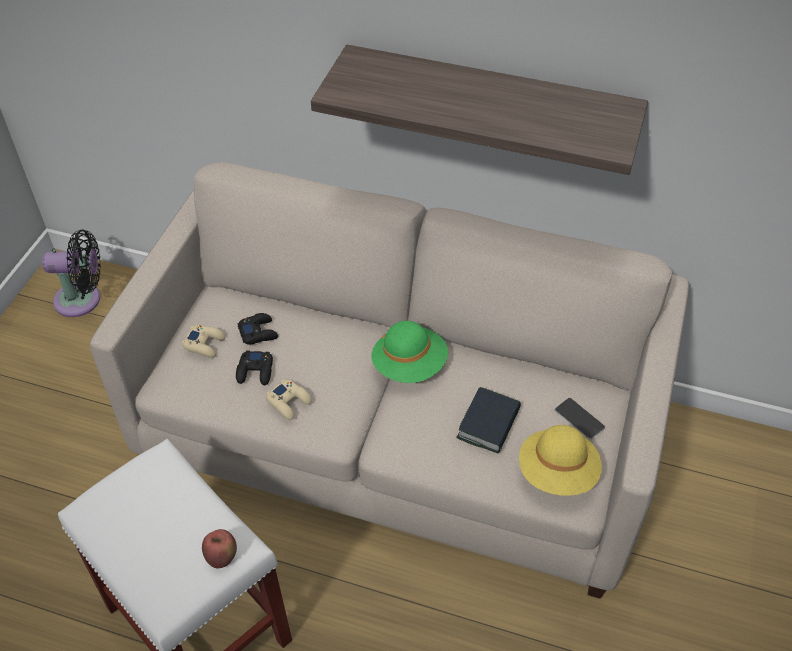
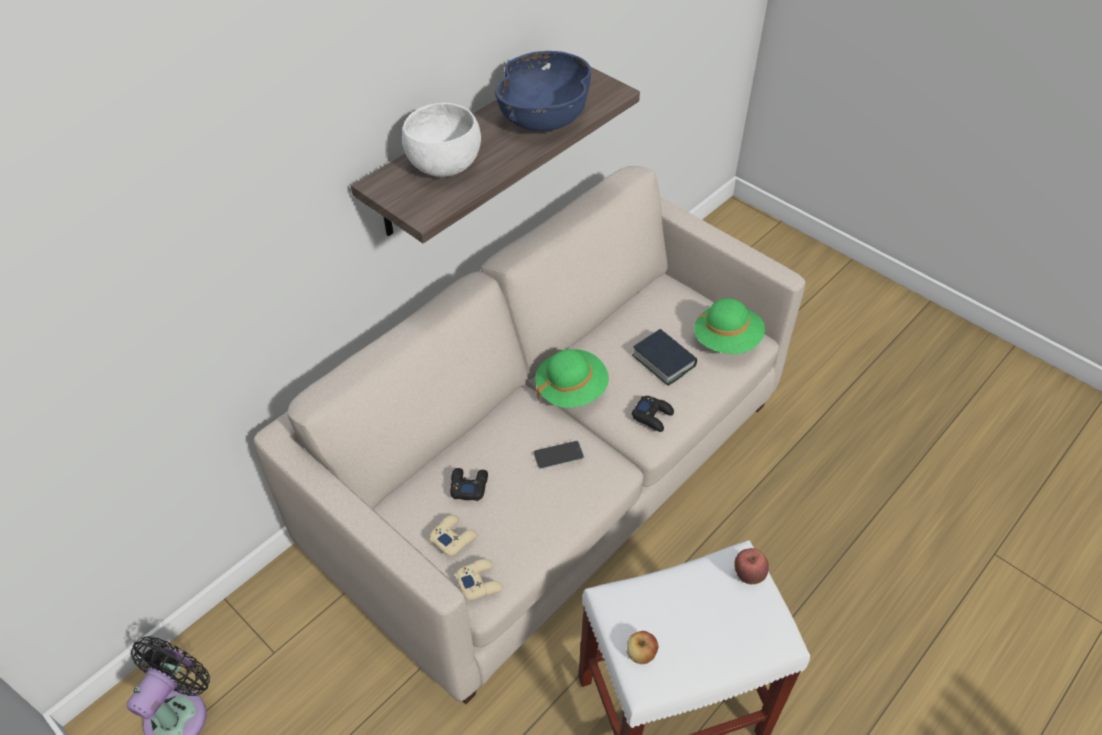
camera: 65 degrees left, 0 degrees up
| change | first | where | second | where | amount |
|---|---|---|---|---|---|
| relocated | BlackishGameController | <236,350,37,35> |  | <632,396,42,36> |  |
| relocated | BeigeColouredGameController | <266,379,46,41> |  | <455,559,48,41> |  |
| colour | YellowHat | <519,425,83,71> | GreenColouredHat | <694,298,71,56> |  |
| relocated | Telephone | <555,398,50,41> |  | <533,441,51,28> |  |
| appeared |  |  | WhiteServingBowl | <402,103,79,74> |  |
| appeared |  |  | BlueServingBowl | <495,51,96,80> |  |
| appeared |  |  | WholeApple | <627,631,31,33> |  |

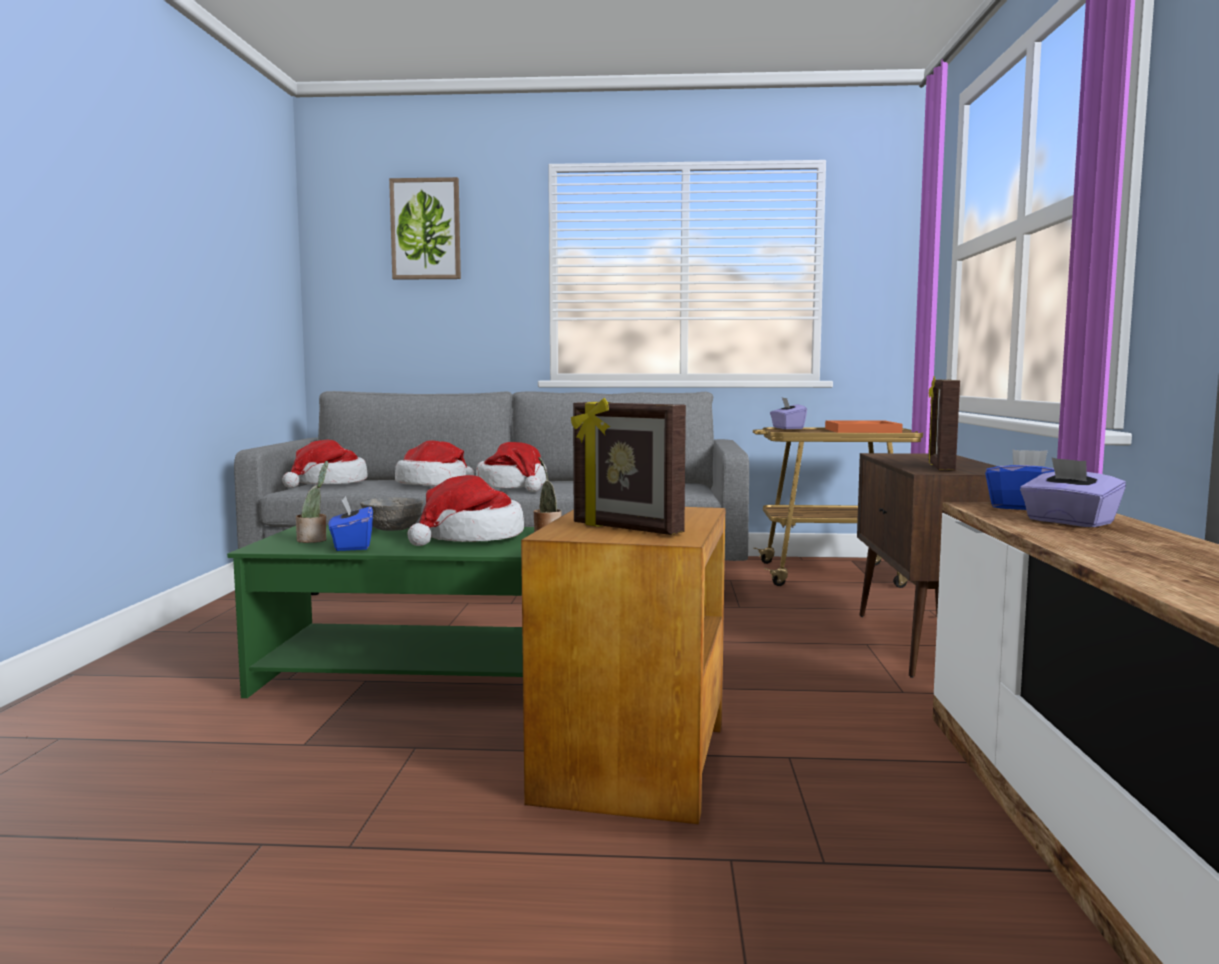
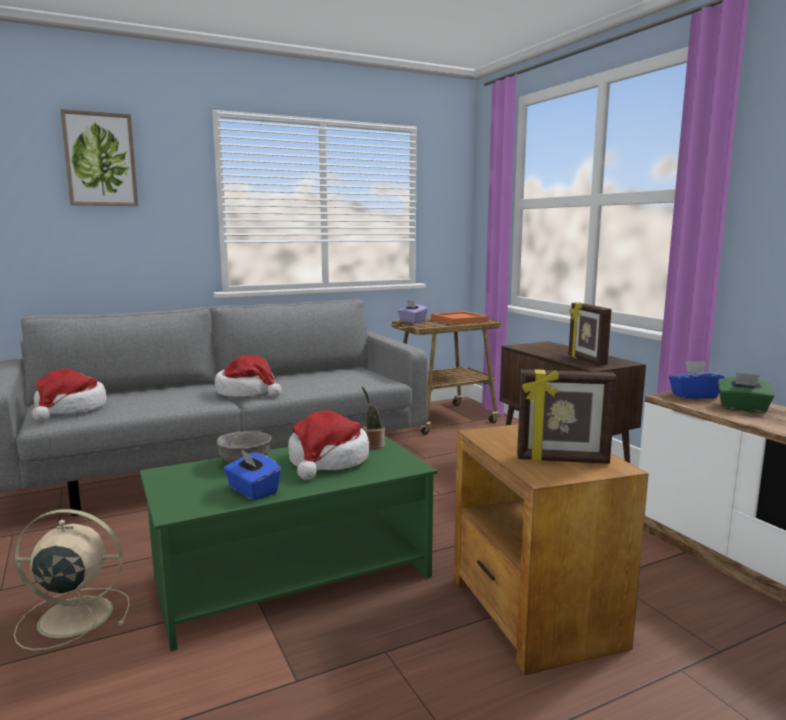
camera: 30 degrees left, 5 degrees up
| change | first | where | second | where | amount |
|---|---|---|---|---|---|
| missing | PottedPlant | <296,461,32,82> |  |  |  |
| missing | Hat | <395,440,79,46> |  |  |  |
| colour | PurpleBoxOfTissues | <1020,457,106,70> | GreenColouredBoxOfTissues | <718,372,56,41> |  |
| appeared |  |  | BeigeColouredCoolingFan | <14,509,116,142> |  |

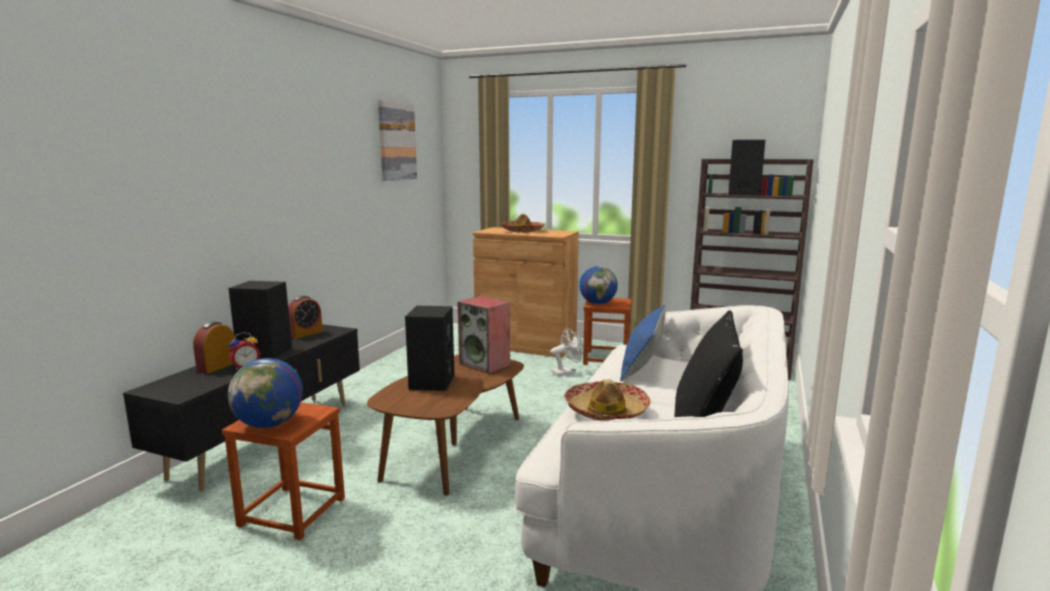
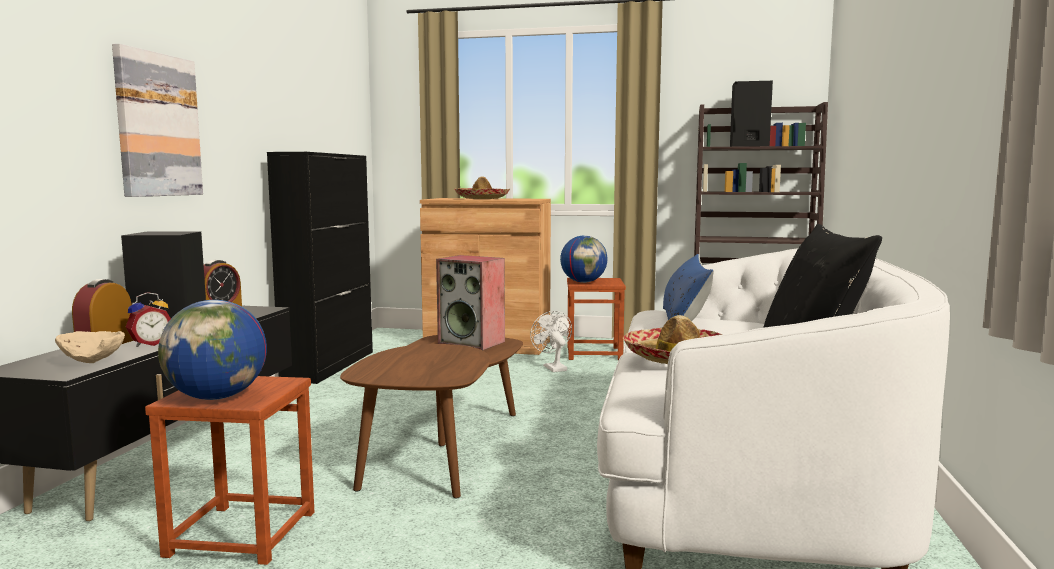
camera: 10 degrees left, 5 degrees down
| change | first | where | second | where | amount |
|---|---|---|---|---|---|
| relocated | WallPicture | <378,100,39,81> |  | <112,44,91,153> |  |
| missing | BlackishSpeaker | <405,306,50,85> |  |  |  |
| spun | WhiteCoolingFan | <550,328,33,48> |  | <530,311,42,61> | 75 degrees counterclockwise |
| appeared |  |  | BeigeColouredServingBowl | <55,331,70,32> |  |
| appeared |  |  | BlackishCabinet | <267,152,106,232> |  |

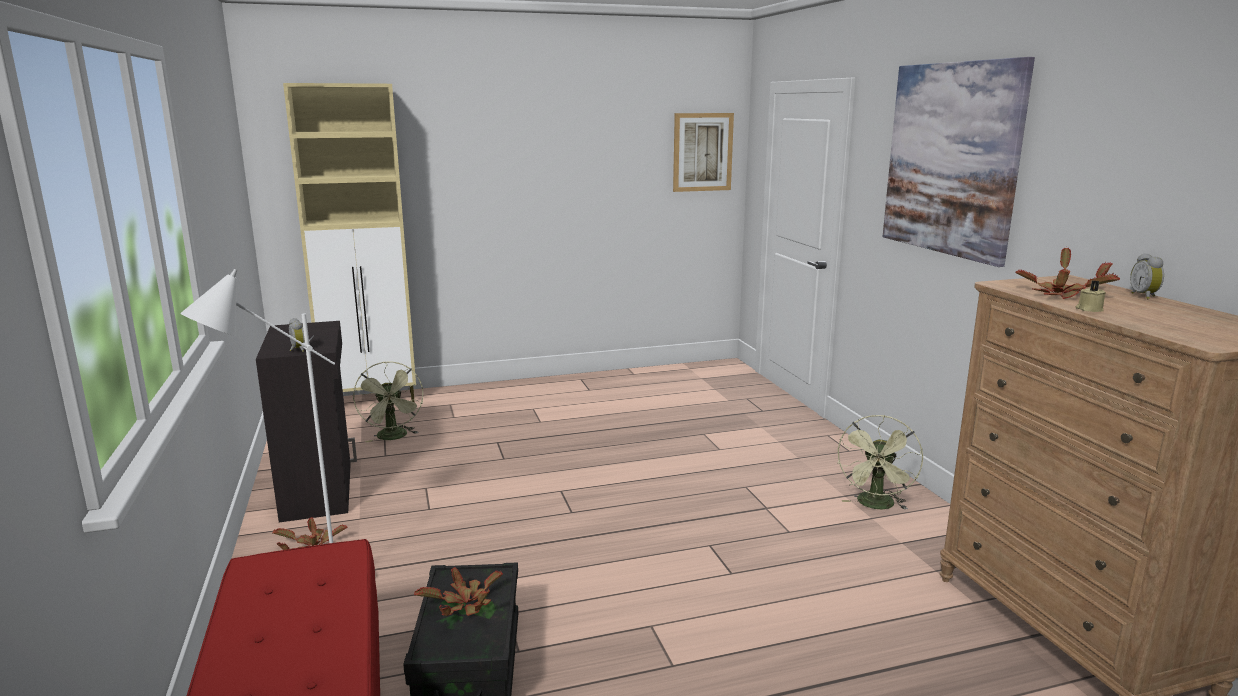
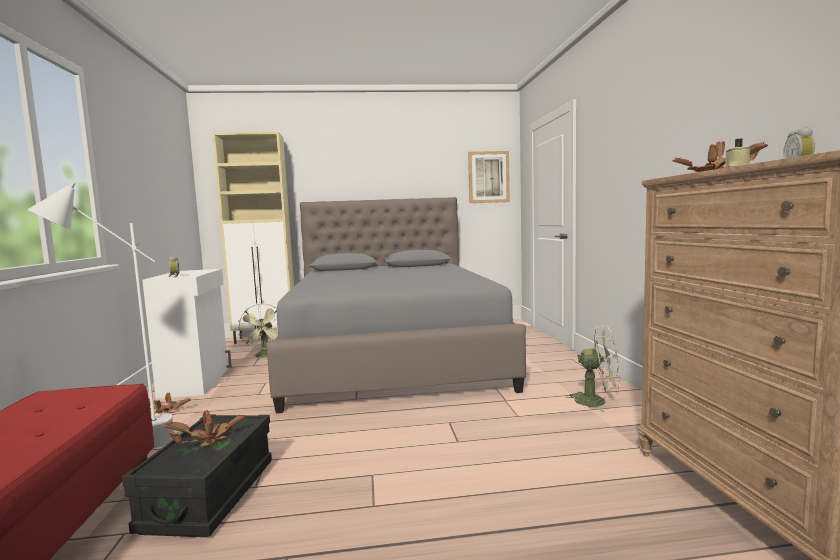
camera: 10 degrees right, 10 degrees down
| change | first | where | second | where | amount |
|---|---|---|---|---|---|
| colour | BlackishCabinet | <256,321,101,202> | WhiteCabinet | <142,269,90,130> |  |
| spun | GreenColouredCoolingFan | <838,415,85,95> |  | <566,325,54,87> | 105 degrees counterclockwise |
| missing | WallPicture | <883,57,152,210> |  |  |  |
| appeared |  |  | GreyishBed | <266,197,260,216> |  |

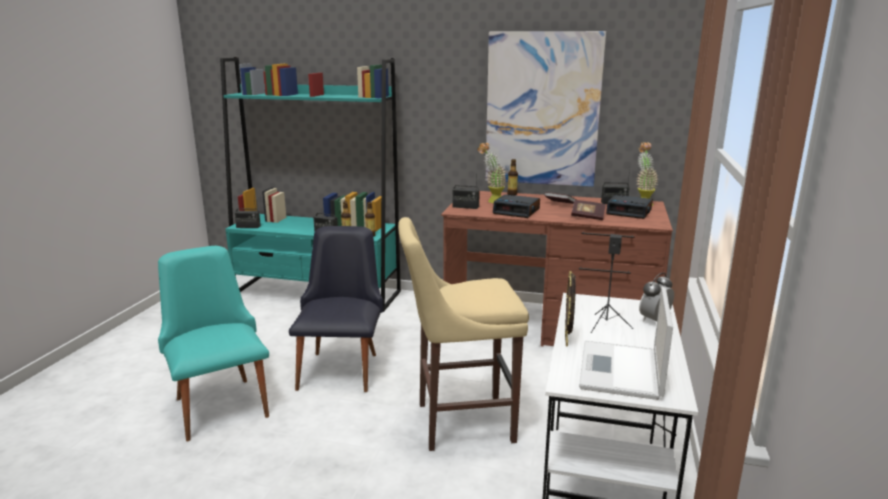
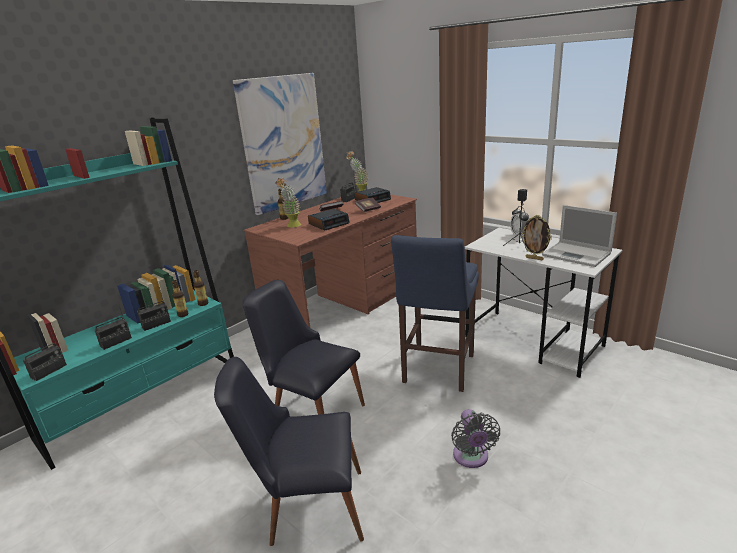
camera: 60 degrees left, 5 degrees up
| change | first | where | second | where | amount |
|---|---|---|---|---|---|
| colour | BlueGreenUprightChair | <158,246,111,195> | BlackishUprightChair | <214,357,150,189> |  |
| colour | BeigeColouredStoolSeat | <398,217,131,234> | BlueStoolSeat | <391,235,88,157> |  |
| relocated | RadioSet | <452,175,28,34> |  | <94,302,38,48> |  |
| appeared |  |  | GreyishCoolingFan | <451,409,49,59> |  |

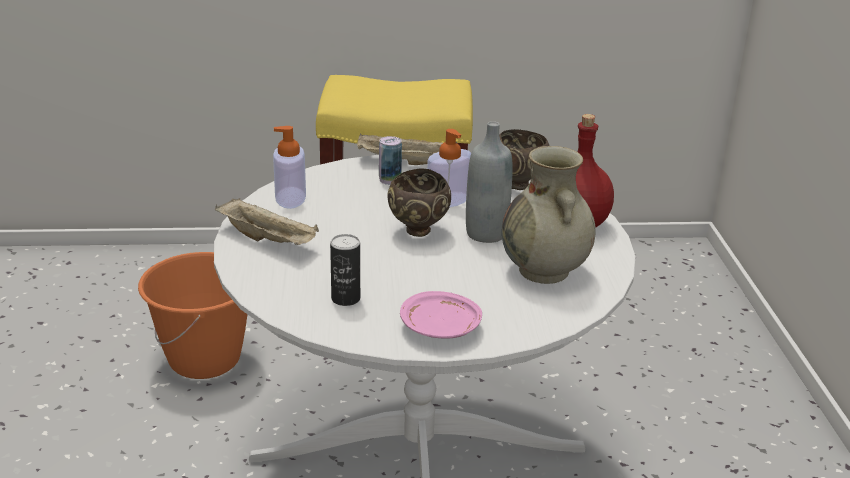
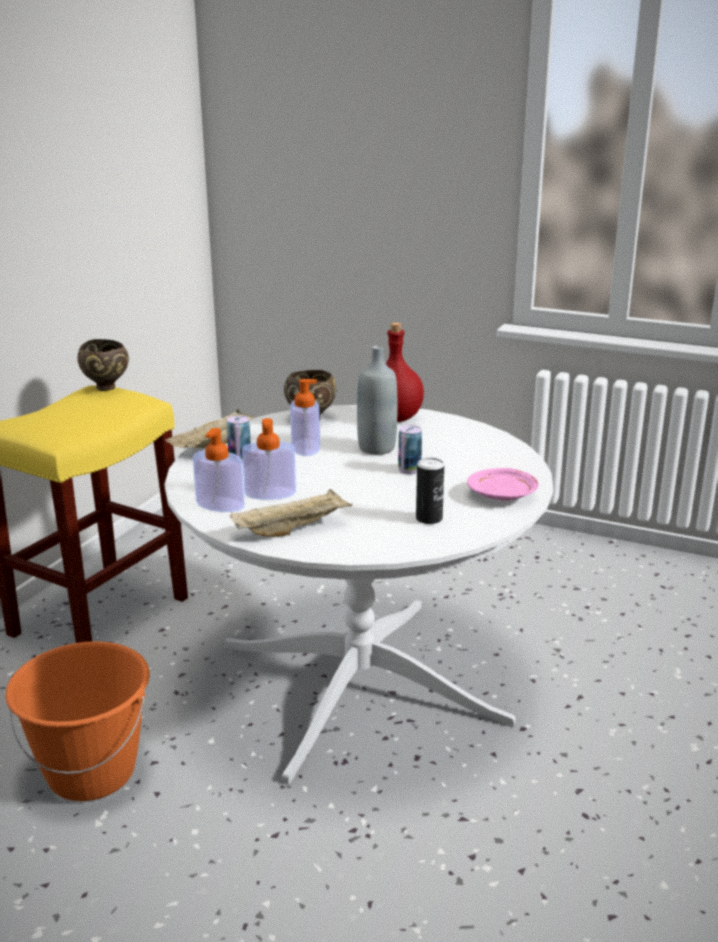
camera: 60 degrees left, 5 degrees down
| change | first | where | second | where | amount |
|---|---|---|---|---|---|
| relocated | BrownServingBowl | <387,169,64,68> |  | <77,339,52,52> |  |
| missing | BeigeColouredVase | <502,146,94,138> |  |  |  |
| appeared |  |  | LiquidSoapBottle | <242,418,54,82> |  |
| appeared |  |  | Can | <398,425,24,50> |  |

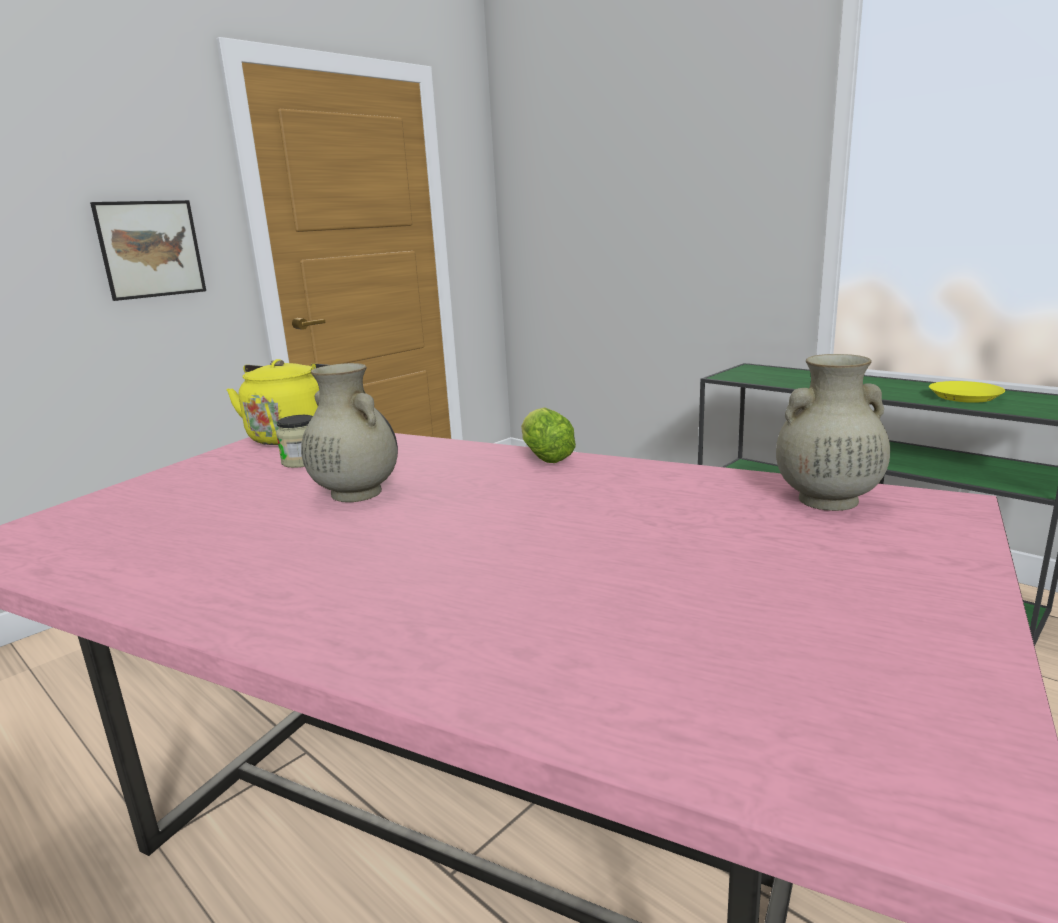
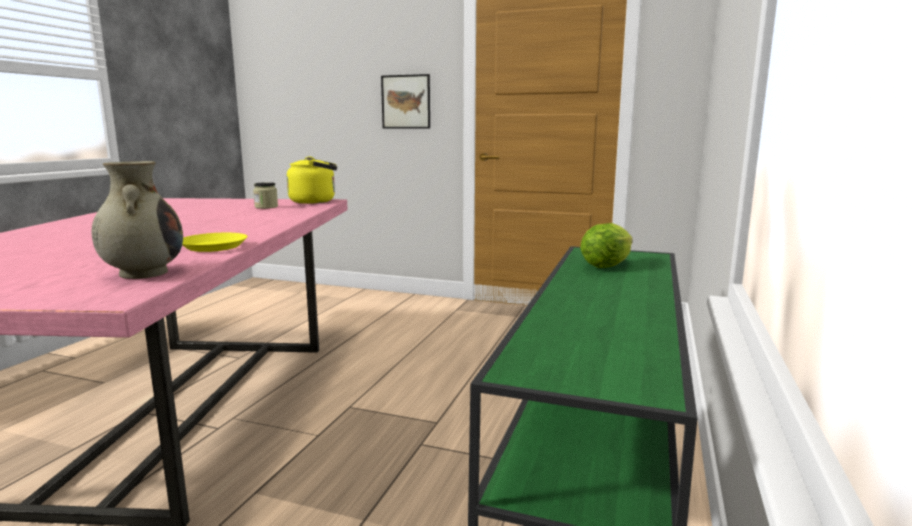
camera: 65 degrees right, 5 degrees down
| change | first | where | second | where | amount |
|---|---|---|---|---|---|
| missing | BeigeColouredVase | <301,363,97,139> |  |  |  |
| relocated | LettuceHead | <521,407,55,56> |  | <580,223,53,45> |  |
| relocated | YellowFlatDish | <929,381,76,22> |  | <182,233,66,19> |  |

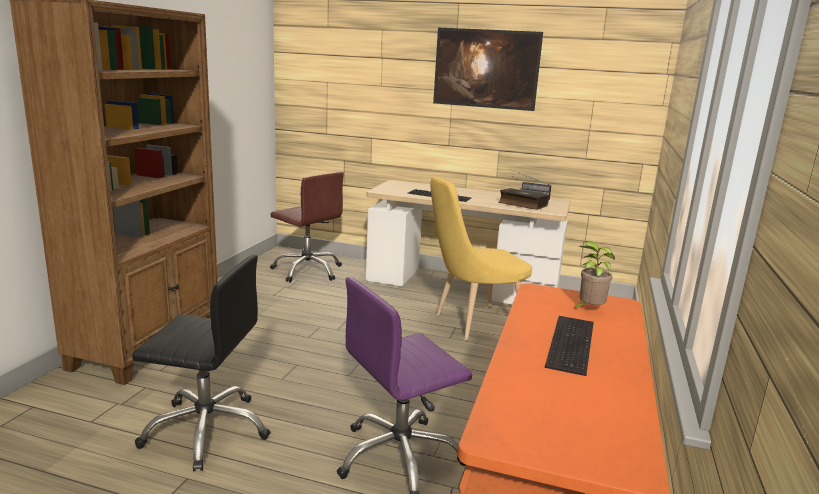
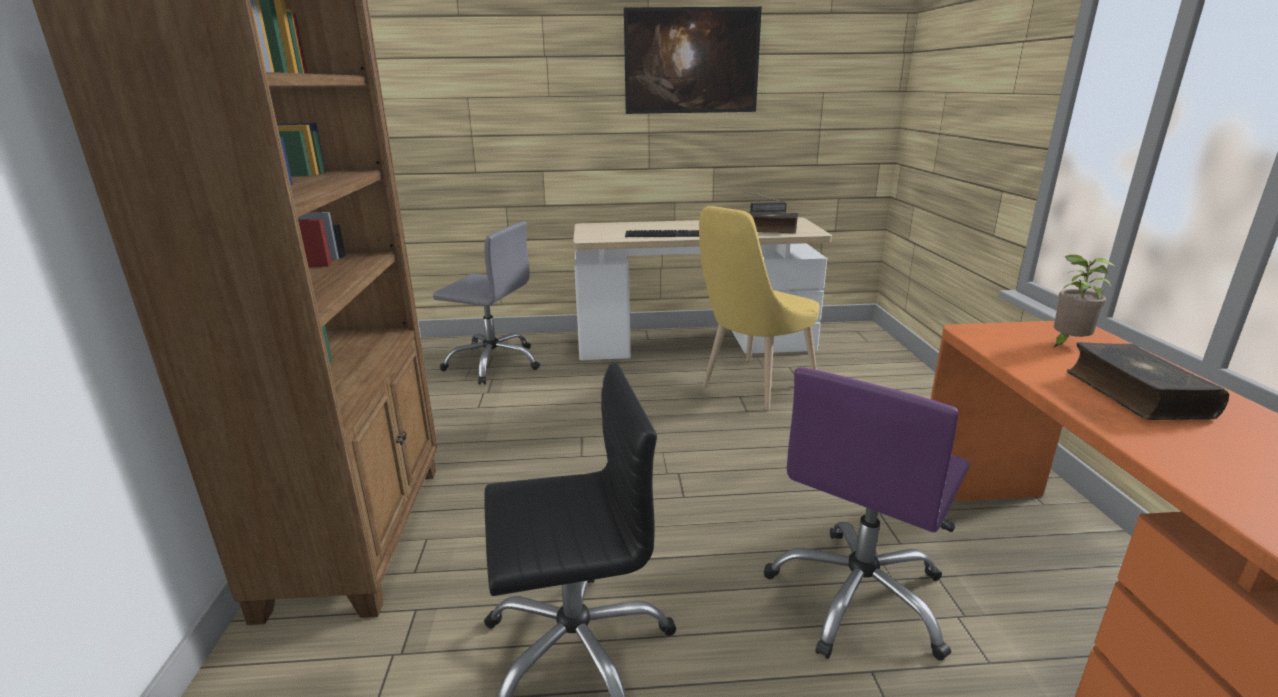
camera: 20 degrees left, 5 degrees up
| change | first | where | second | where | amount |
|---|---|---|---|---|---|
| colour | BrownComputerChair | <270,172,74,111> | GreyishComputerChair | <433,221,107,164> |  |
| exchanged | PcKeyboard | <545,316,49,60> | BoundBook | <1067,342,162,78> |  |

